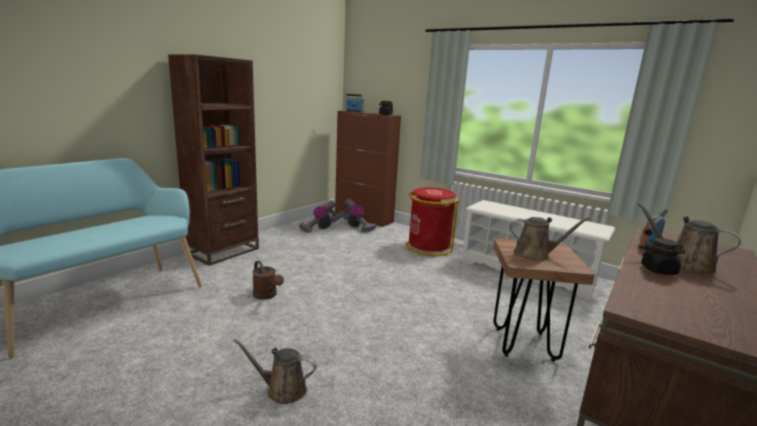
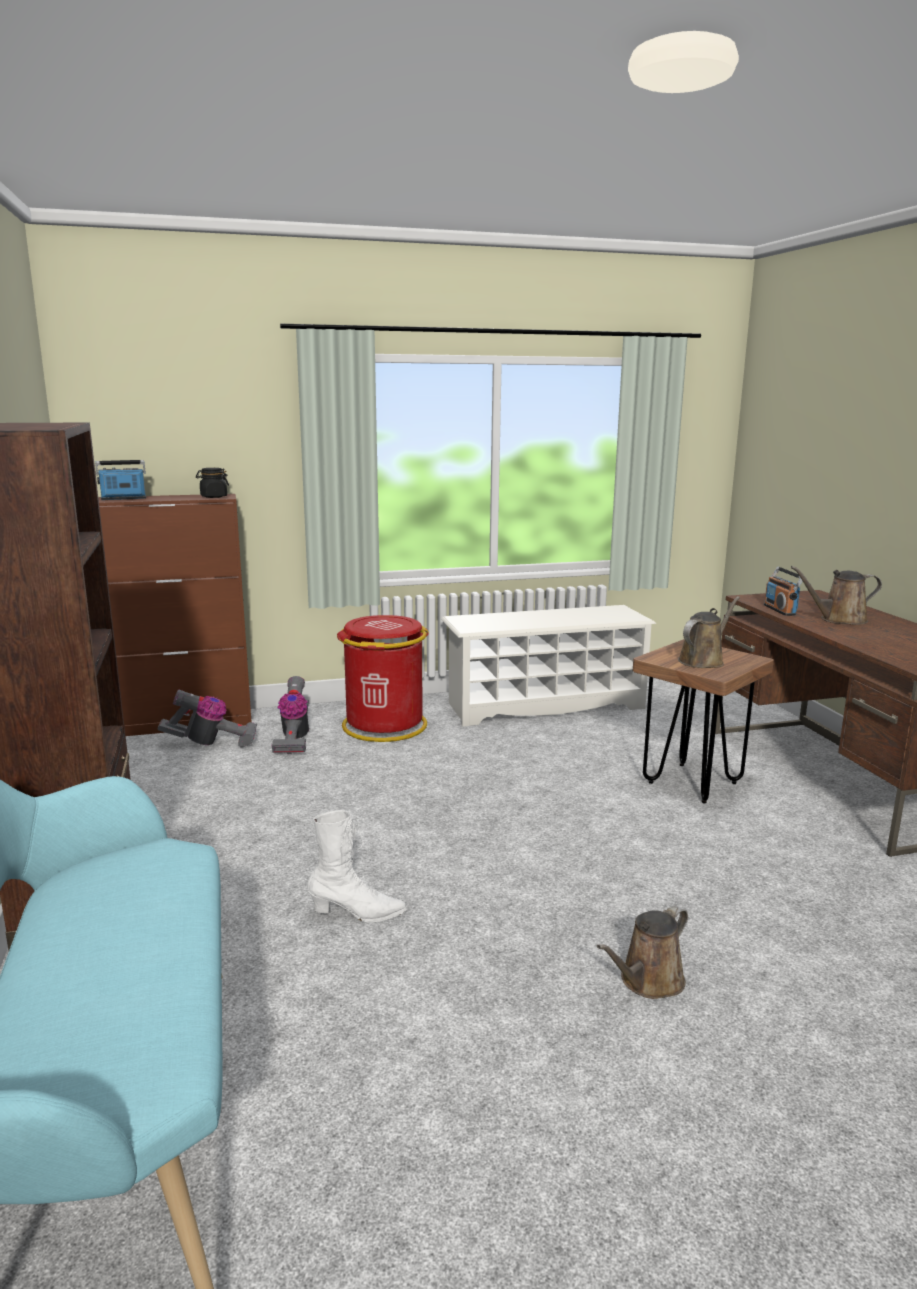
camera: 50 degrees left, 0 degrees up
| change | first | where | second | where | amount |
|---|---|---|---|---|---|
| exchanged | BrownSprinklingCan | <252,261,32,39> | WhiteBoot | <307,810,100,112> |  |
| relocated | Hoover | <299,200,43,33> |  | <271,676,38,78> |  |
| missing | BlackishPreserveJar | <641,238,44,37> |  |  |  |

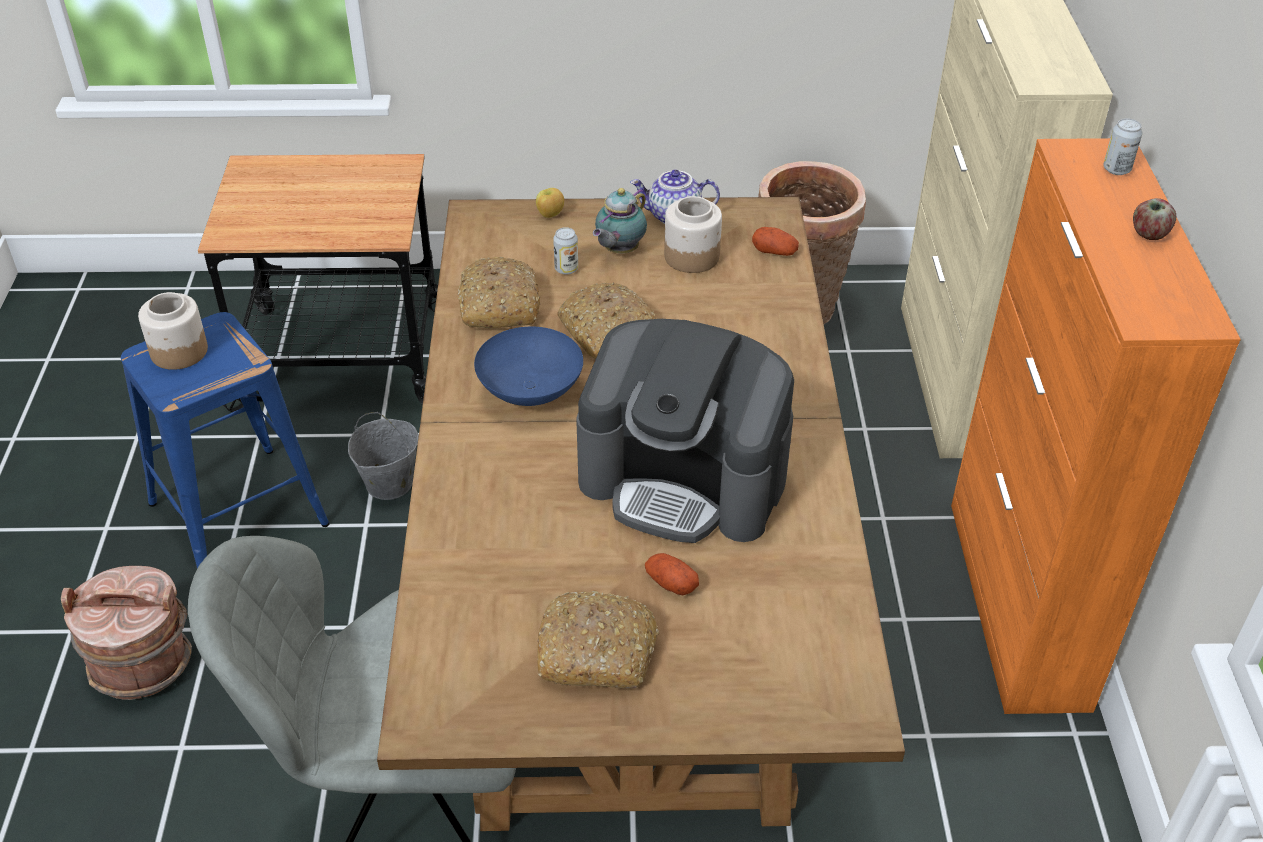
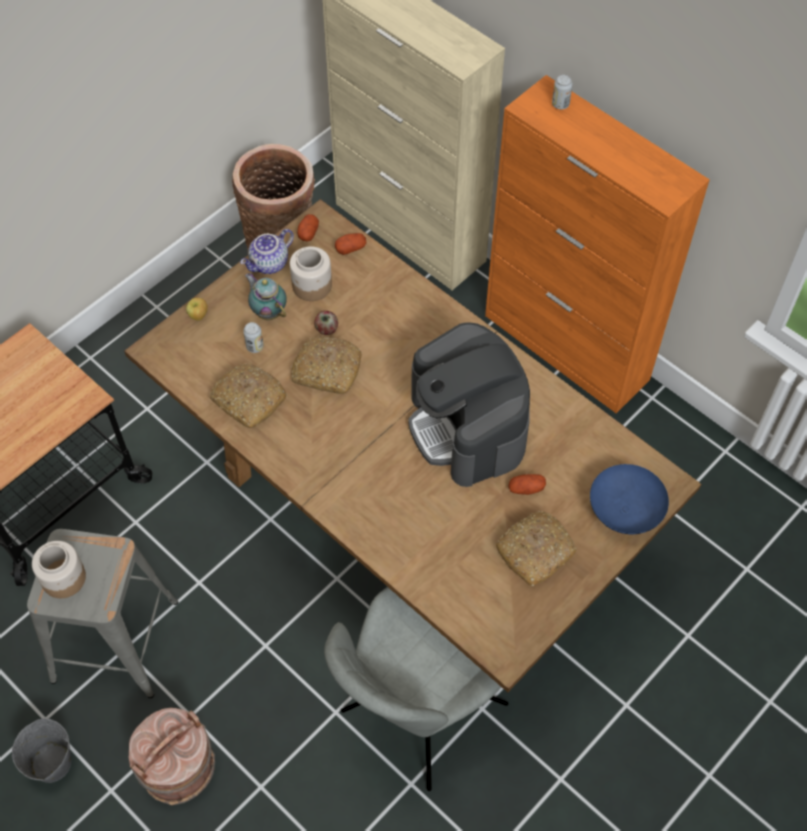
camera: 45 degrees left, 15 degrees up
| change | first | where | second | where | amount |
|---|---|---|---|---|---|
| colour | BlueStoolSeat | <121,312,208,257> | GreyishStoolSeat | <27,529,151,169> |  |
| relocated | GreyishPail | <348,412,70,88> |  | <11,719,60,64> |  |
| relocated | BlueServingBowl | <474,326,109,80> |  | <590,464,79,70> |  |
| spun | CoffeeMachine | <576,319,218,224> |  | <408,322,122,165> | 90 degrees clockwise |
| spun | PotForTea | <593,188,54,65> |  | <245,273,42,47> | 150 degrees clockwise |
| relocated | WholeApple | <1133,198,43,42> |  | <314,311,24,24> |  |
| appeared |  |  | WholePotato | <297,214,22,28> |  |

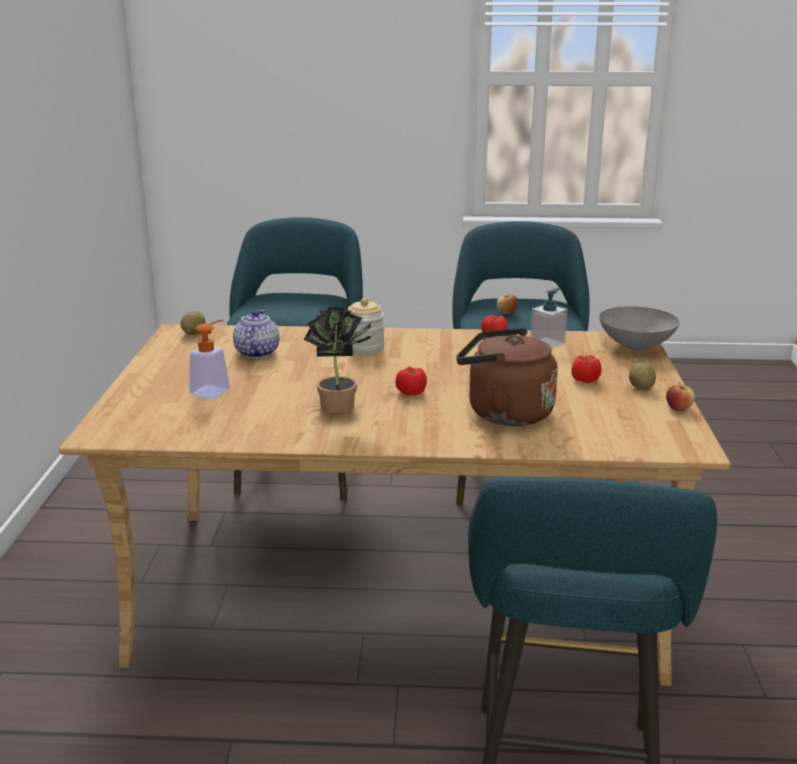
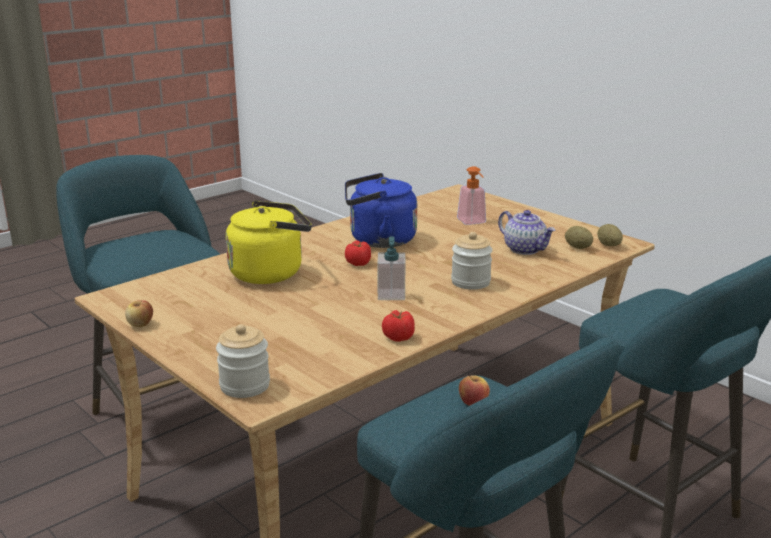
camera: 135 degrees right, 0 degrees up
| change | first | where | second | where | amount |
|---|---|---|---|---|---|
| exchanged | PottedPlant | <304,307,72,107> | BlueWaterKettle | <345,173,72,75> |  |
| colour | BrownWaterKettle | <456,328,102,98> | YellowWaterKettle | <226,201,86,83> |  |
| relocated | LiquidSoapBottle | <530,288,38,61> |  | <378,236,27,64> |  |
| missing | Tomato | <571,355,31,28> |  |  |  |
| exchanged | GreyishServingBowl | <599,306,81,45> | PreserveJar | <216,324,54,74> |  |
| relocated | WholePotato | <629,362,27,27> |  | <565,226,28,23> |  |

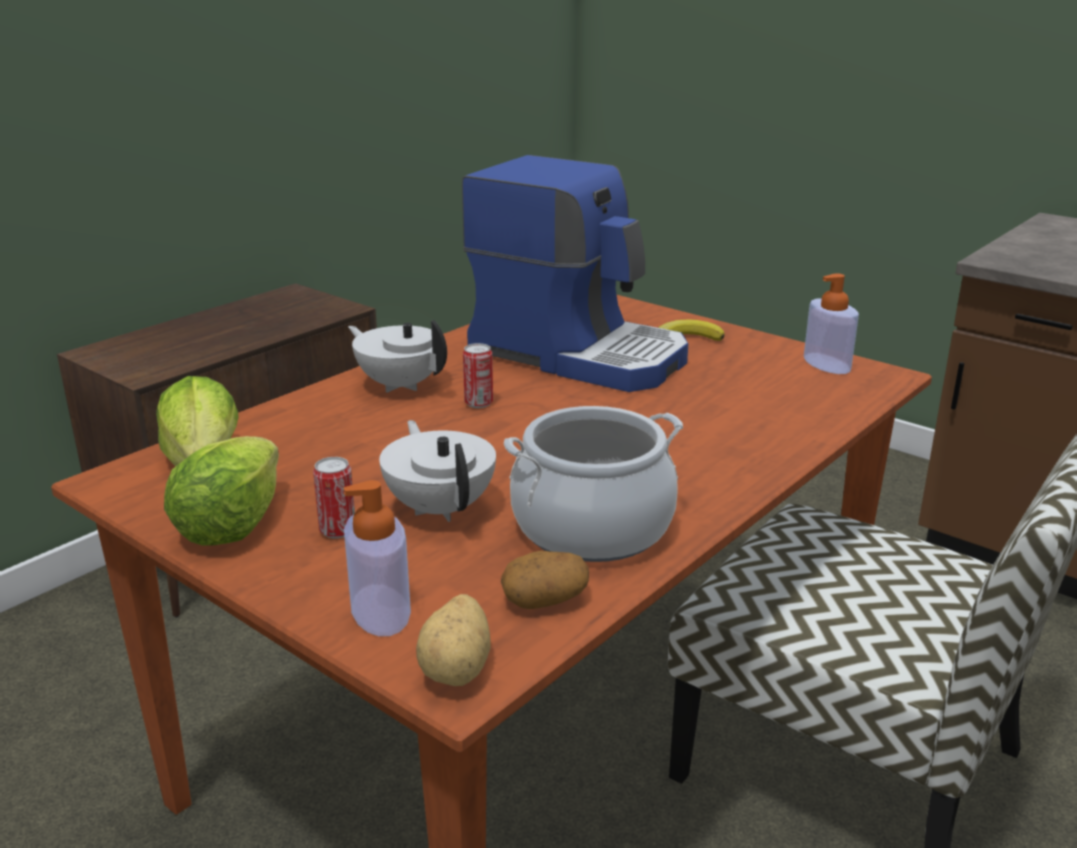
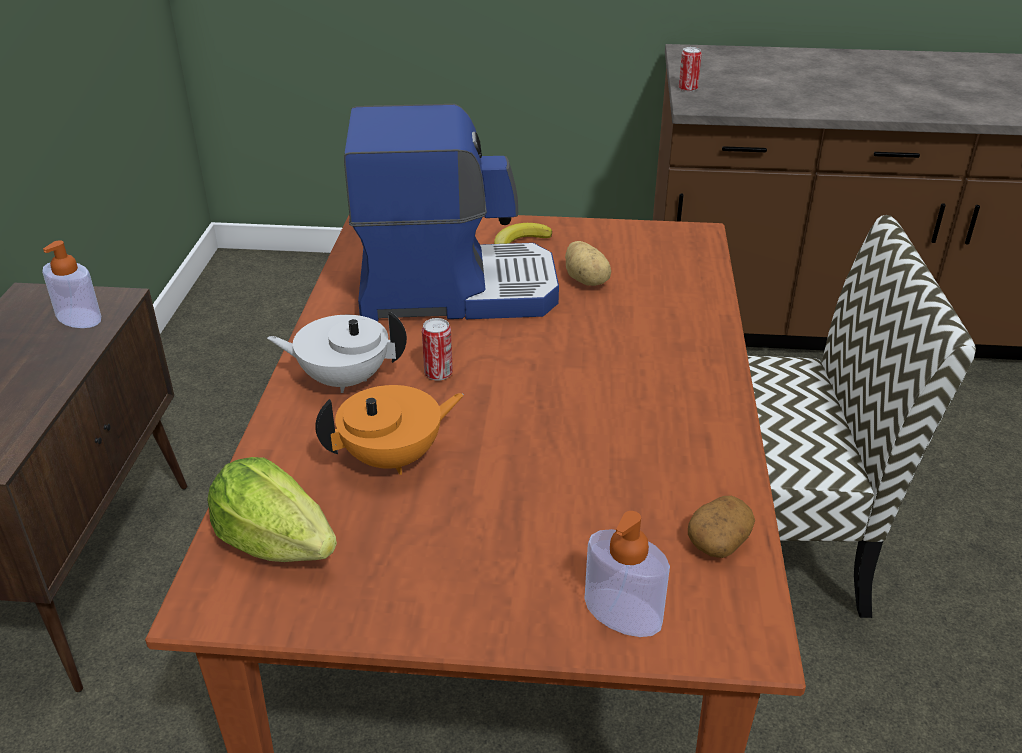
camera: 35 degrees left, 10 degrees up
| change | first | where | second | where | amount |
|---|---|---|---|---|---|
| missing | LettuceHead | <164,436,115,110> |  |  |  |
| relocated | Can | <313,457,42,82> |  | <679,47,23,45> |  |
| missing | WhitePotForTea | <379,420,117,102> |  |  |  |
| relocated | WholePotato | <416,594,75,92> |  | <565,241,46,45> |  |
| missing | Stockpot | <504,406,179,156> |  |  |  |
| relocated | LiquidSoapBottle | <804,273,55,101> |  | <42,240,59,88> |  |
| appeared |  |  | OrangePotForTea | <315,385,149,90> |  |

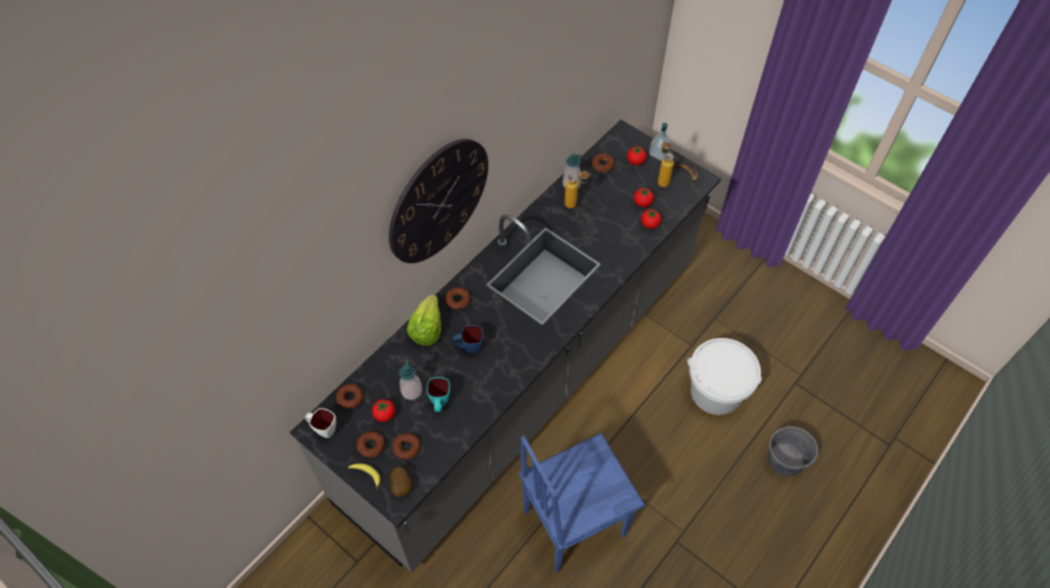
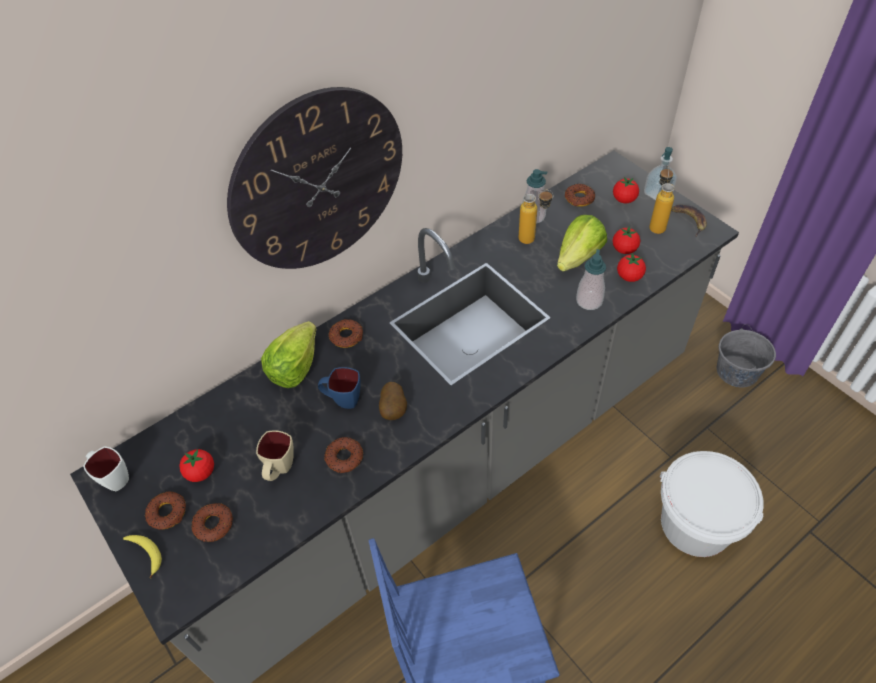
camera: 15 degrees right, 5 degrees down
| change | first | where | second | where | amount |
|---|---|---|---|---|---|
| relocated | RingDoughnut | <336,384,27,25> |  | <324,437,39,36> |  |
| relocated | WholePotato | <390,467,22,30> |  | <379,382,28,38> |  |
| relocated | LiquidSoapBottle | <399,360,23,40> |  | <576,249,30,61> |  |
| colour | BlueGreenCoffeeMug | <427,377,23,35> | BeigeColouredCoffeeMug | <256,430,38,51> |  |
| relocated | GreyishPail | <768,425,50,51> |  | <717,324,59,63> |  |
| appeared |  |  | LettuceHead | <557,215,50,56> |  |

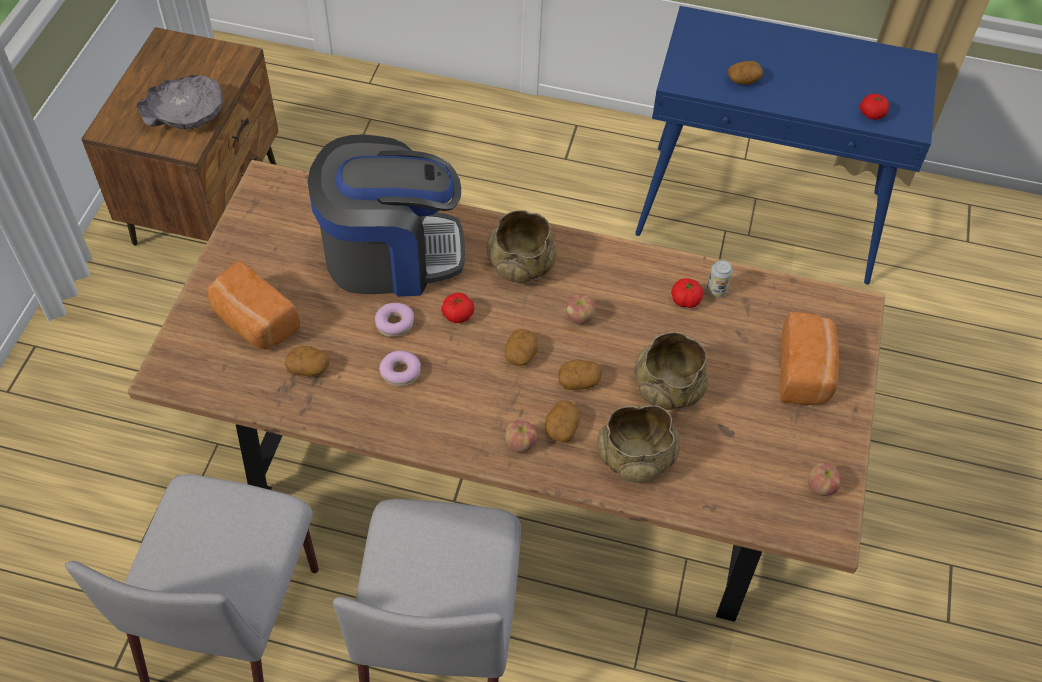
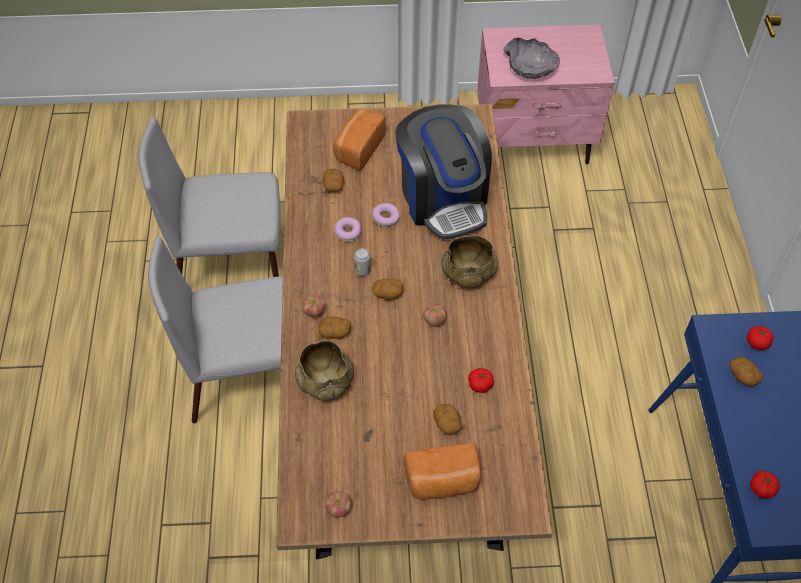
camera: 75 degrees right, 0 degrees up
| change | first | where | second | where | amount |
|---|---|---|---|---|---|
| colour | BrownNightTable | <81,27,197,219> | PinkishNightTable | <477,24,138,140> |  |
| relocated | Tomato | <441,293,33,30> |  | <747,326,27,24> |  |
| relocated | WholePotato | <558,359,44,31> |  | <433,404,29,30> |  |
| missing | BeigeColouredServingBowl | <634,332,74,79> |  |  |  |
| relocated | Can | <707,260,26,37> |  | <354,248,17,28> |  |

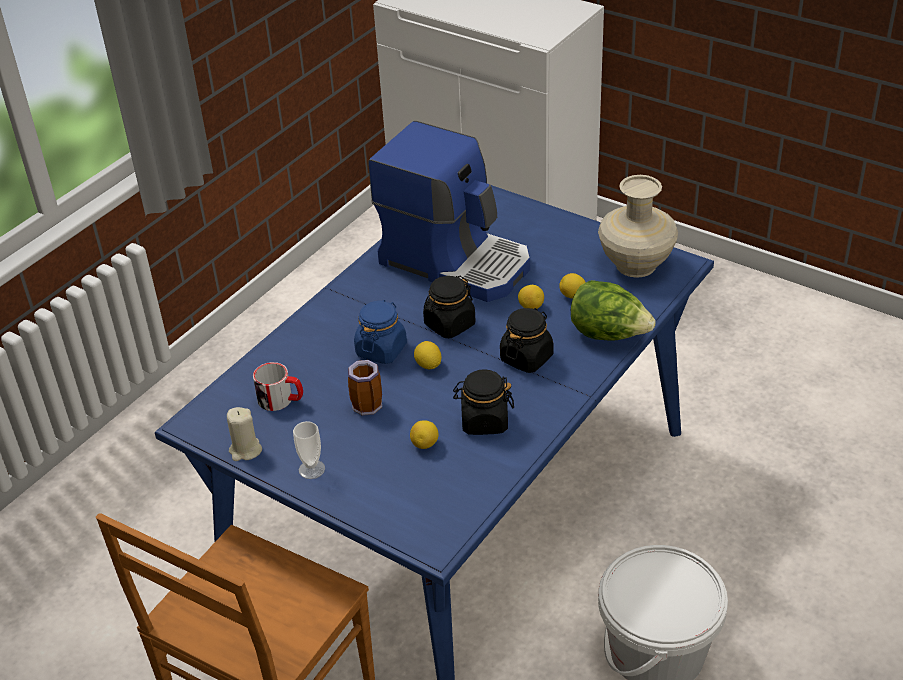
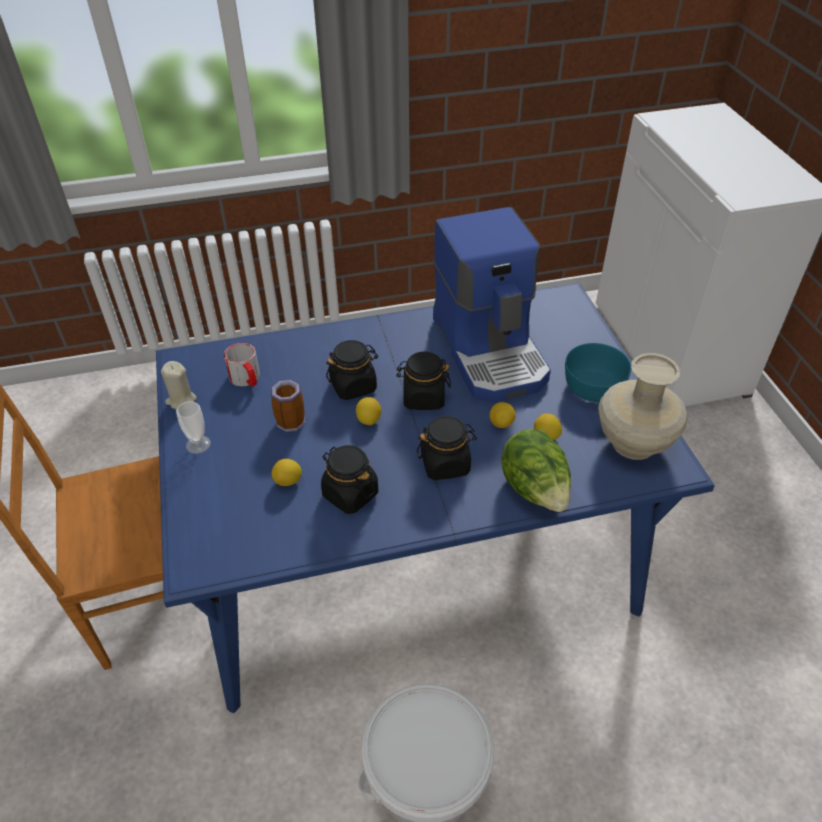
camera: 40 degrees right, 5 degrees up
| change | first | where | second | where | amount |
|---|---|---|---|---|---|
| colour | BluePreserveJar | <354,300,53,64> | BlackishPreserveJar | <326,340,52,60> |  |
| appeared |  |  | BlueGreenServingBowl | <565,343,66,59> |  |

